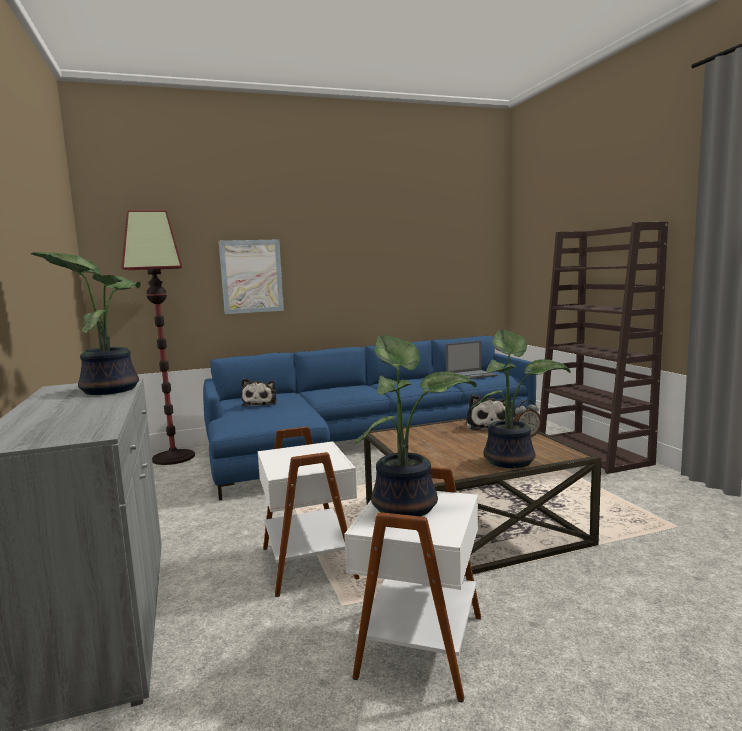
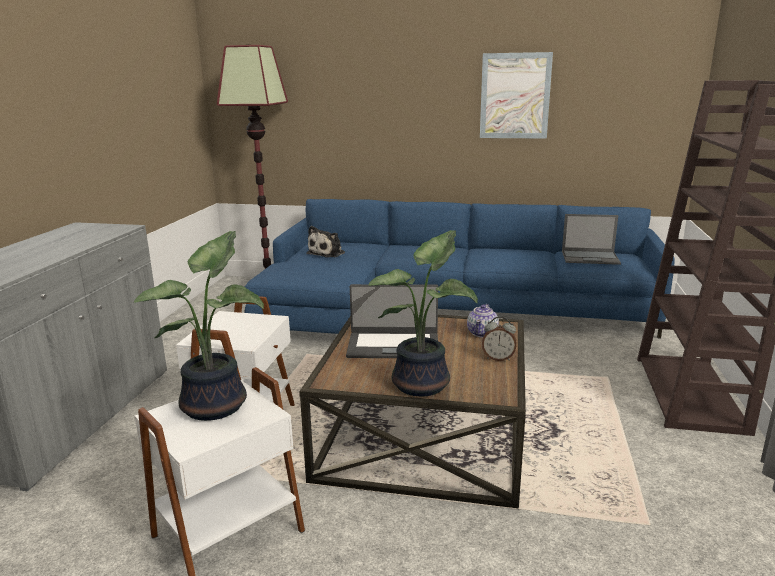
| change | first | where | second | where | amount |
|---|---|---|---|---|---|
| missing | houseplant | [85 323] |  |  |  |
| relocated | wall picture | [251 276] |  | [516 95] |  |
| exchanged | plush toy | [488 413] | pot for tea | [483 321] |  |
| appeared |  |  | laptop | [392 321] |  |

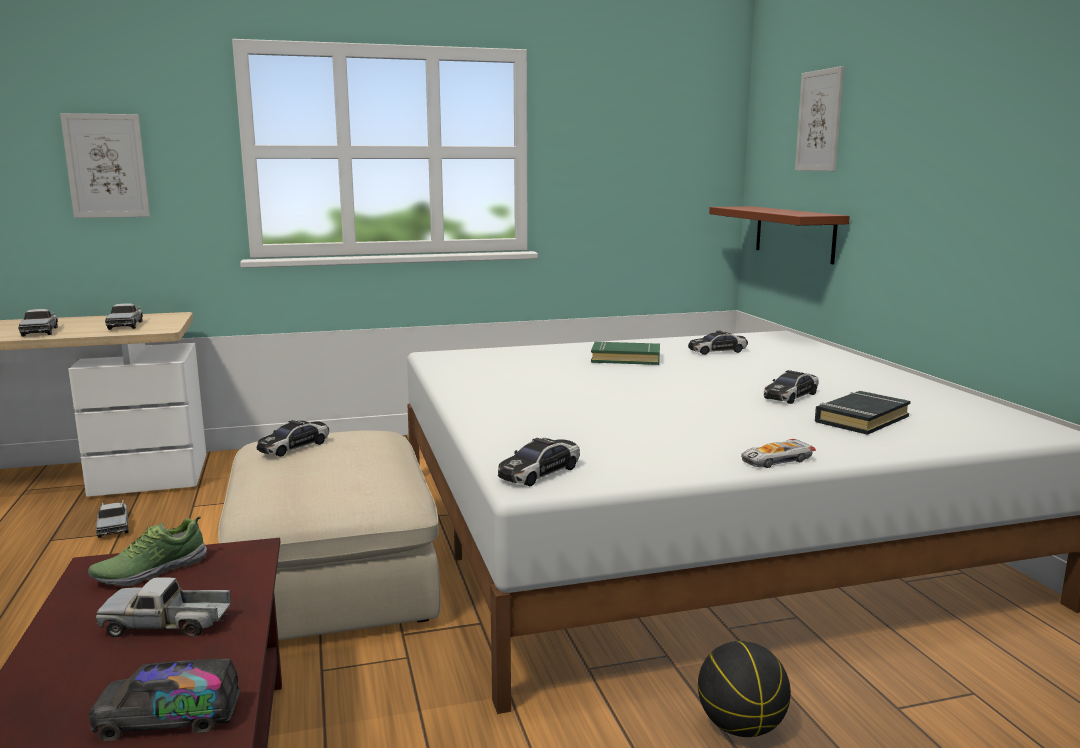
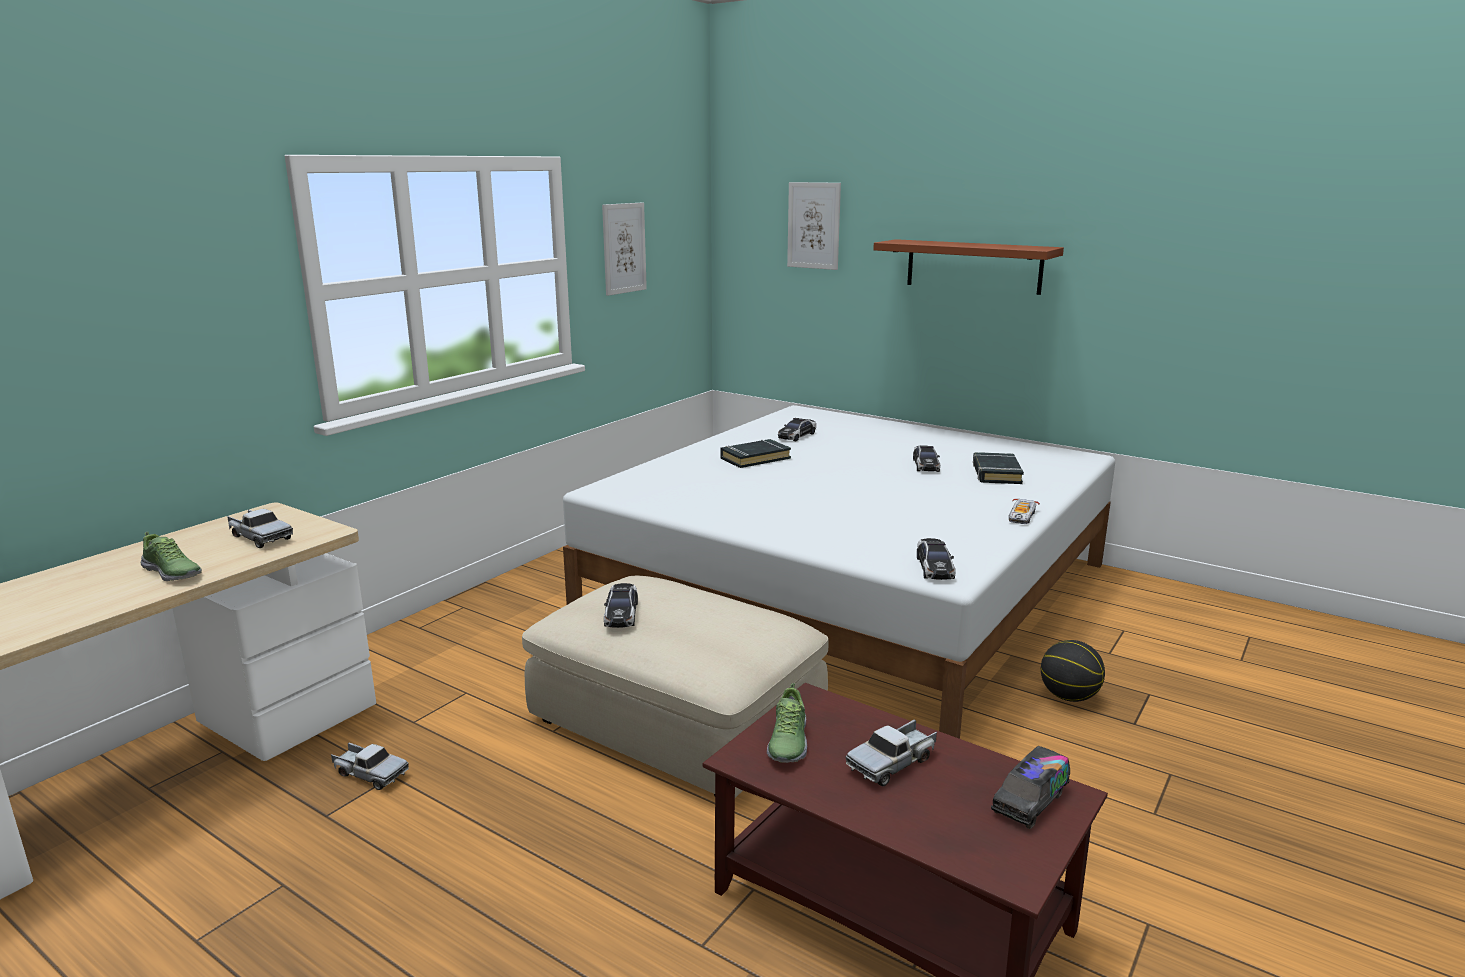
| change | first | where | second | where | amount |
|---|---|---|---|---|---|
| exchanged | model truck | [38 322] | shoe | [171 556] |  |
| relocated | wall picture | [105 165] |  | [624 249] |  |
| colour | green-coloured bound book | [625 353] | blackish bound book | [755 453] |  |
| relocated | brown bracket shelf | [779 235] |  | [968 267] |  |

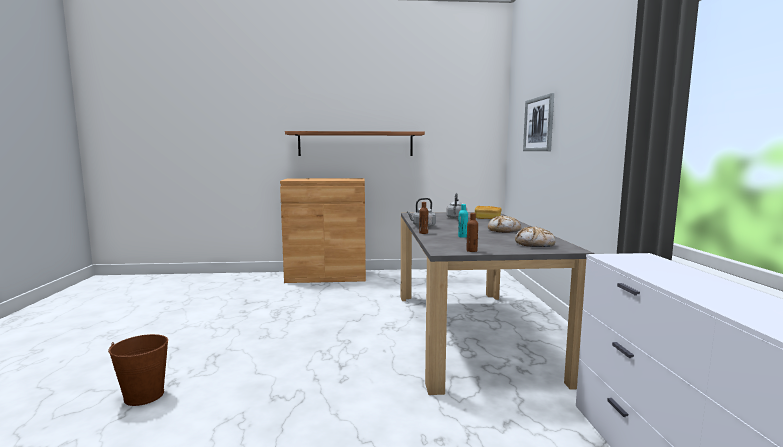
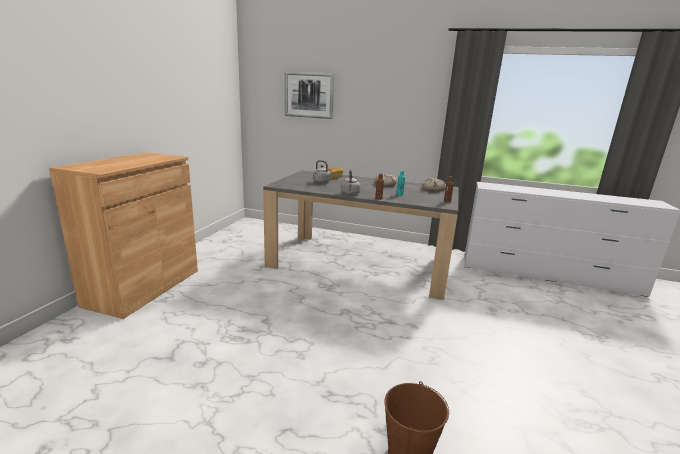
| change | first | where | second | where | amount |
|---|---|---|---|---|---|
| missing | bracket shelf | [355 143] |  |  |  |

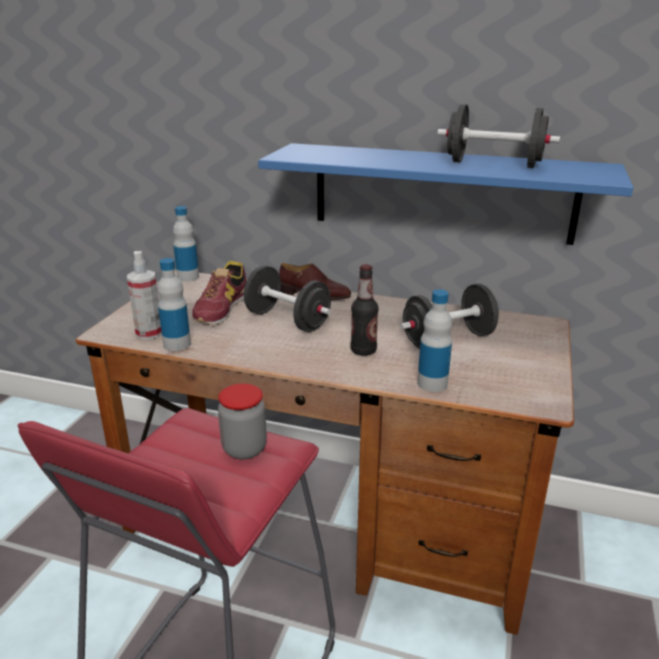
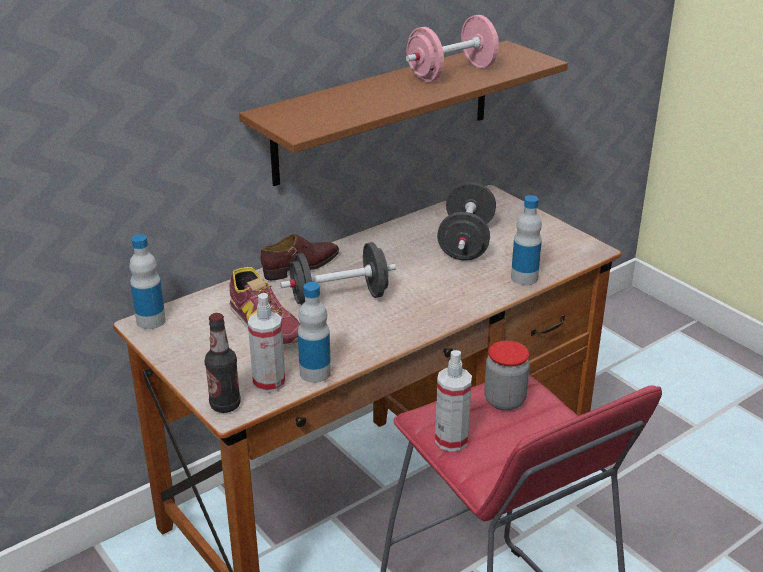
| change | first | where | second | where | amount |
|---|---|---|---|---|---|
| colour | bluish bracket shelf | [445 194] | brown bracket shelf | [403 113] |  |
| relocated | bottle | [365 310] |  | [223 363] |  |
| colour | blackish hand weight | [498 136] | pink hand weight | [452 48] |  |
| appeared |  |  | spray bottle | [453 401] |  |

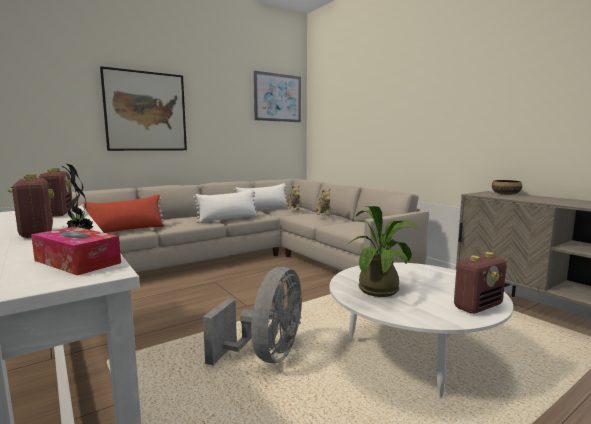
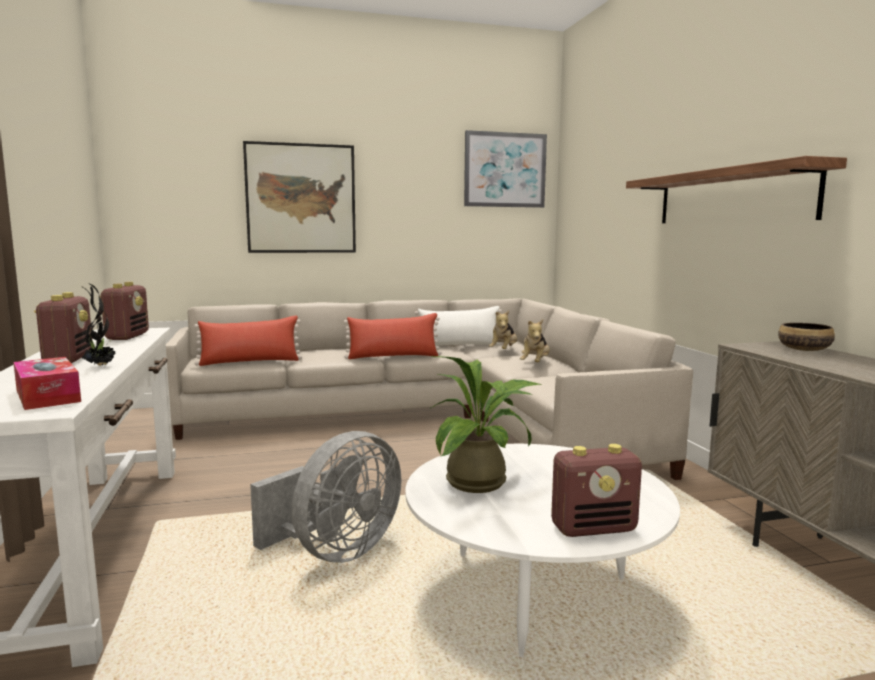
| change | first | where | second | where | amount |
|---|---|---|---|---|---|
| colour | whitish throw pillow | [226 206] | red throw pillow | [392 336] |  |
| appeared |  |  | bracket shelf | [736 189] |  |

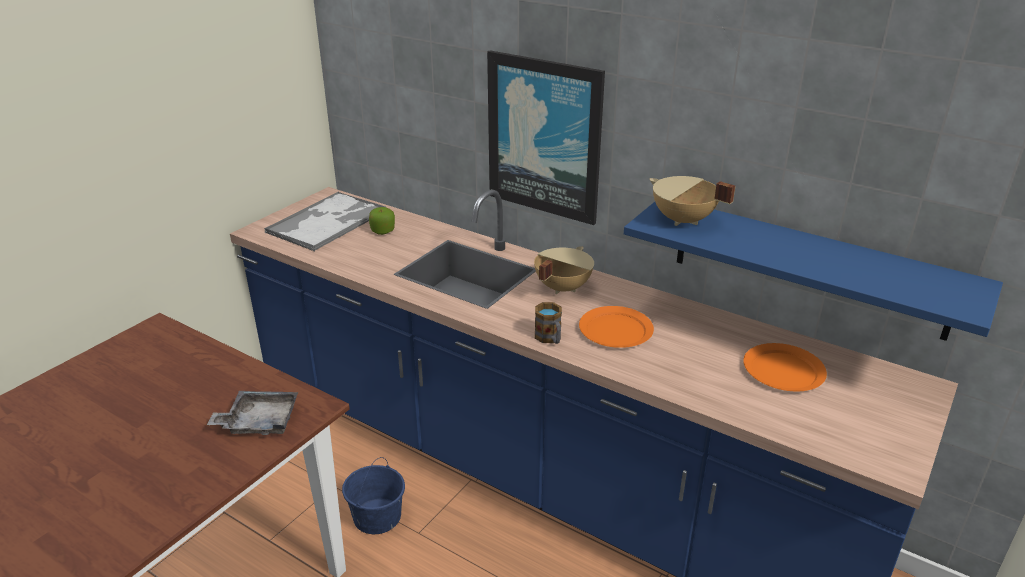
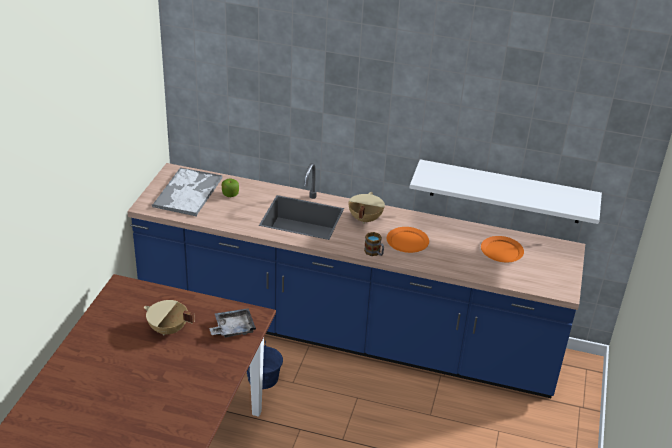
| change | first | where | second | where | amount |
|---|---|---|---|---|---|
| missing | wall picture | [546 137] |  |  |  |
| colour | bluish bracket shelf | [813 271] | whitish bracket shelf | [506 191] |  |
| relocated | beige saucepot | [693 201] |  | [169 317] |  |

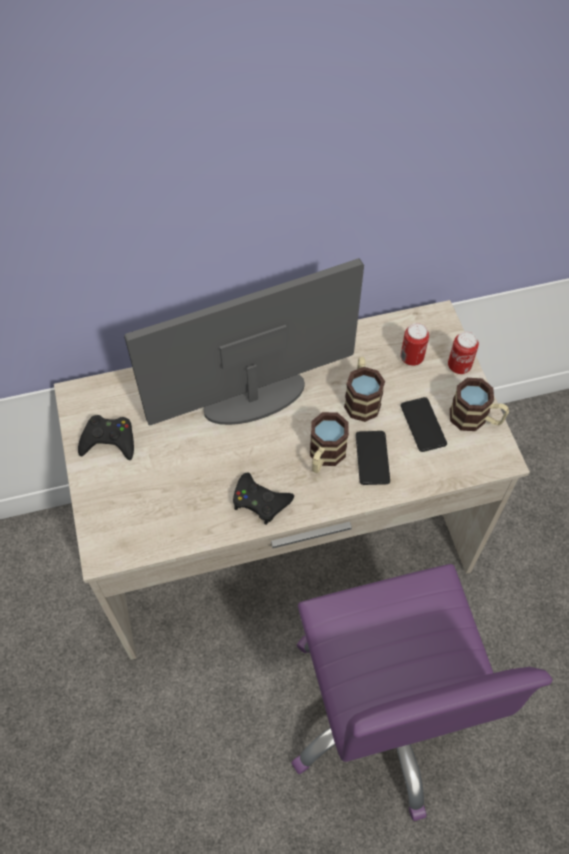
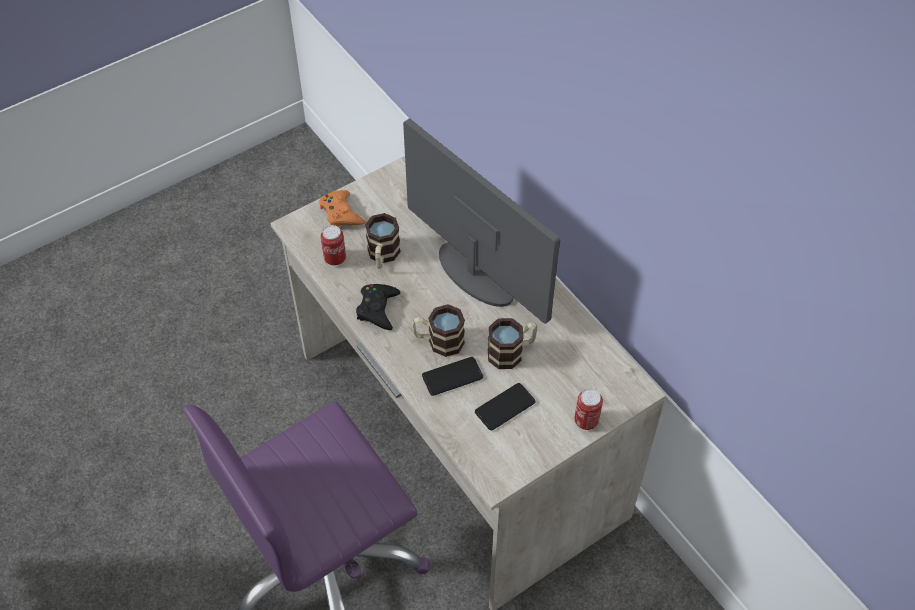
| change | first | where | second | where | amount |
|---|---|---|---|---|---|
| missing | blackish gamepad | [106 437] |  |  |  |
| relocated | sealed can | [414 344] |  | [333 245] |  |
| relocated | coffee mug | [479 404] |  | [383 241] |  |
| appeared |  |  | orange gamepad | [342 208] |  |

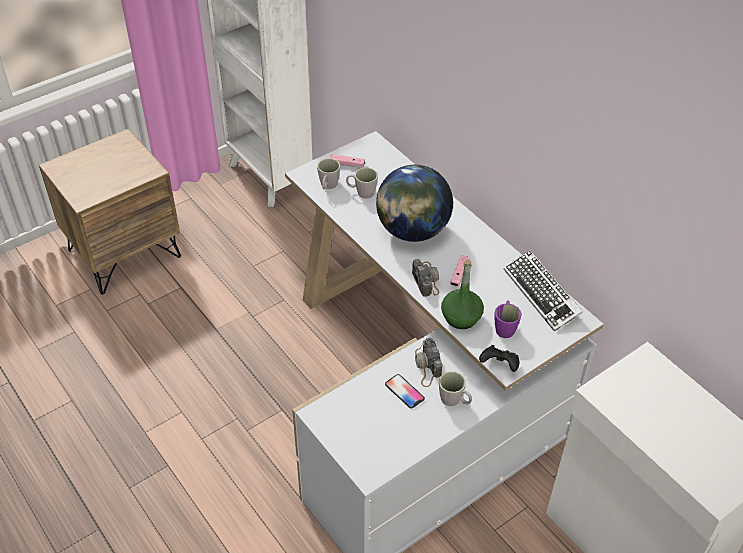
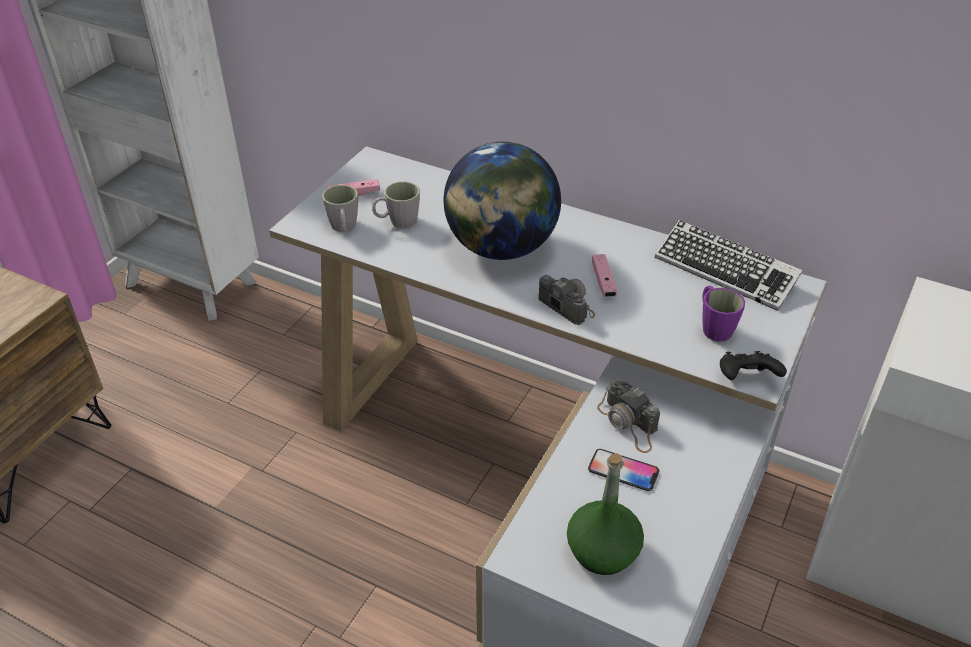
| change | first | where | second | where | amount |
|---|---|---|---|---|---|
| missing | gray coffee mug | [455 388] |  |  |  |
| relocated | green-coloured bottle | [462 294] |  | [605 514] |  |

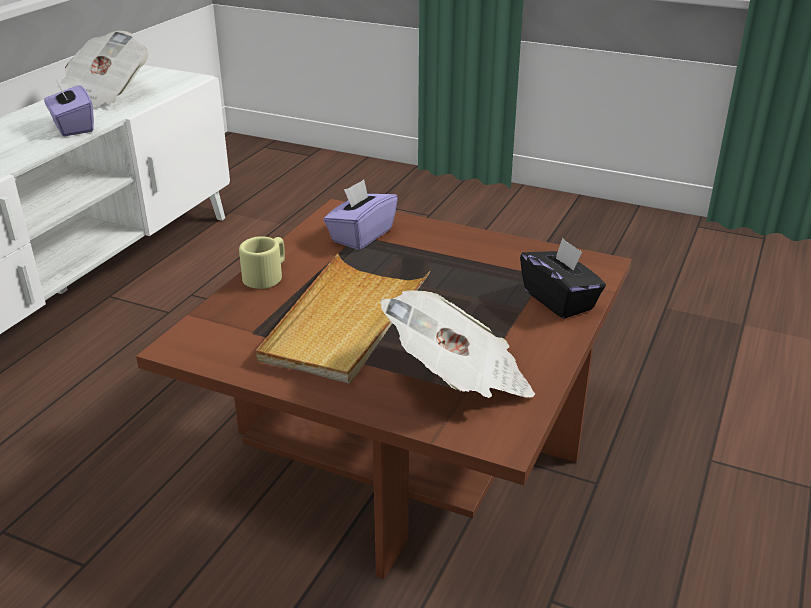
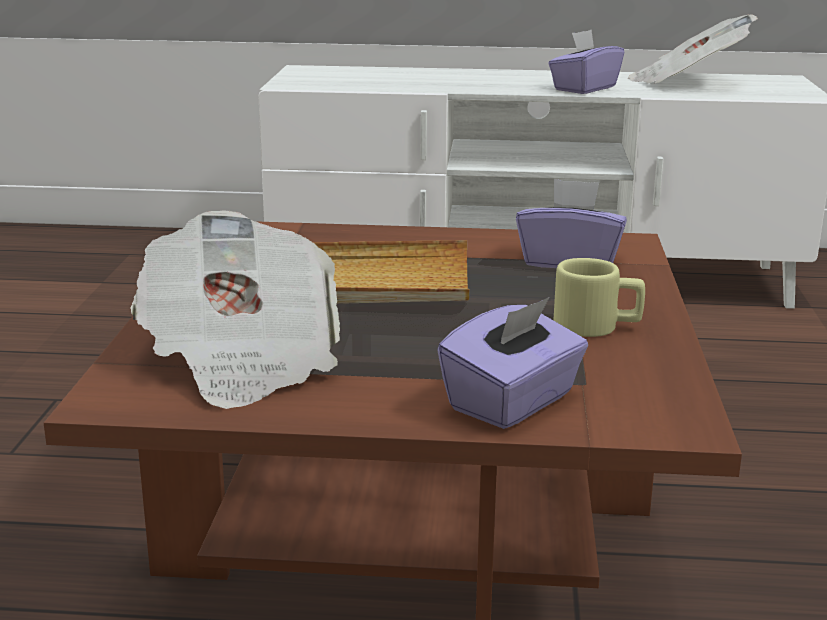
| change | first | where | second | where | amount |
|---|---|---|---|---|---|
| relocated | beige coffee mug | [262 262] |  | [599 297] |  |
| colour | blackish box of tissues | [563 278] | purple-coloured box of tissues | [512 363] |  |

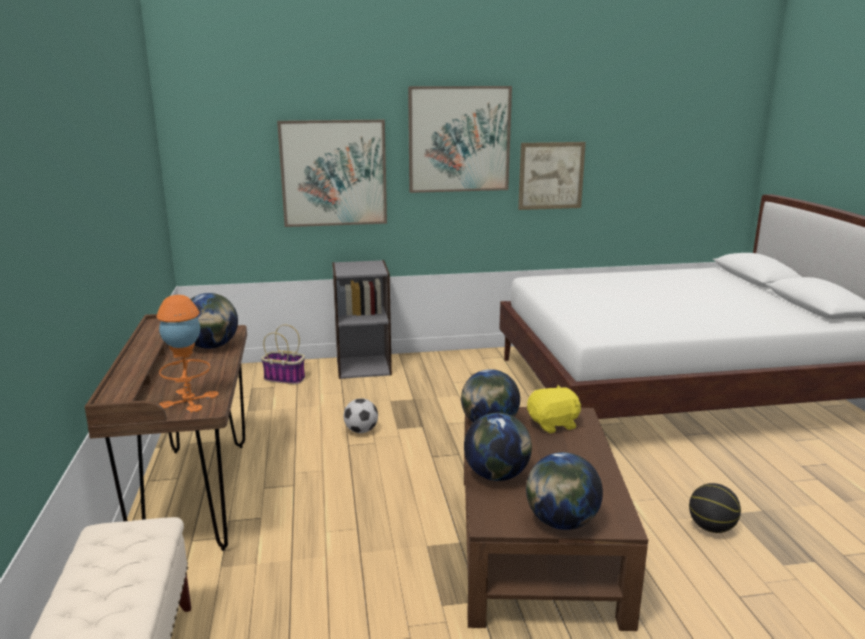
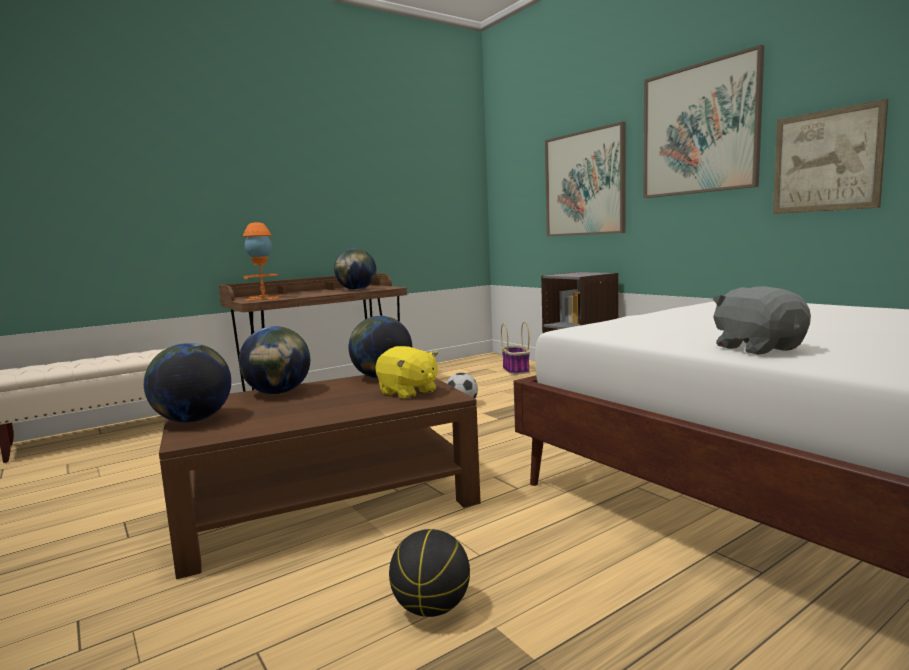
| change | first | where | second | where | amount |
|---|---|---|---|---|---|
| appeared |  |  | gray plush toy | [762 320] |  |

